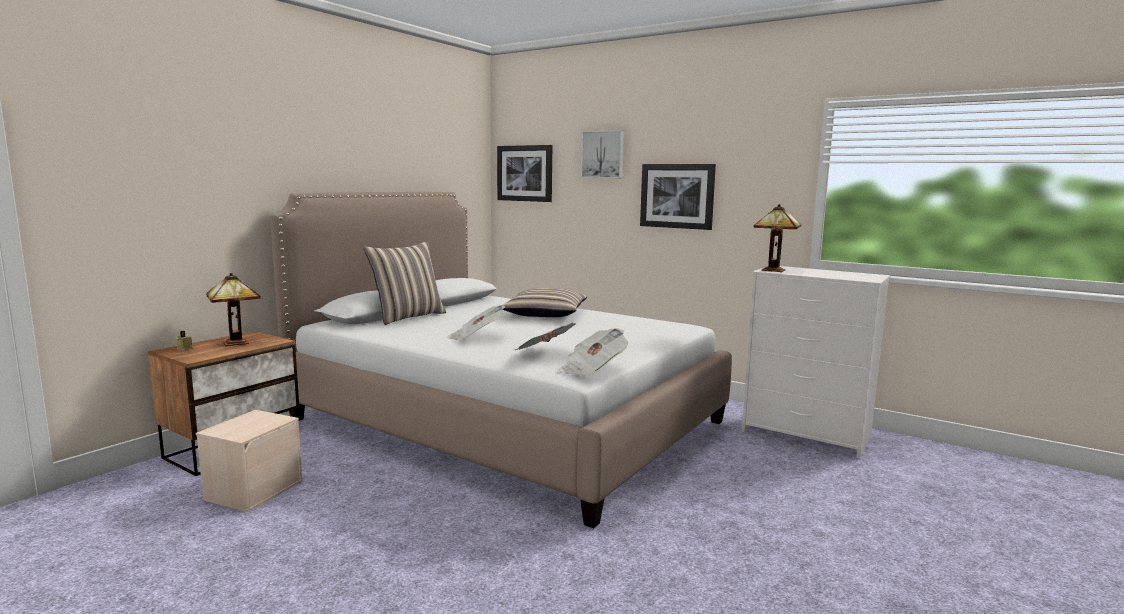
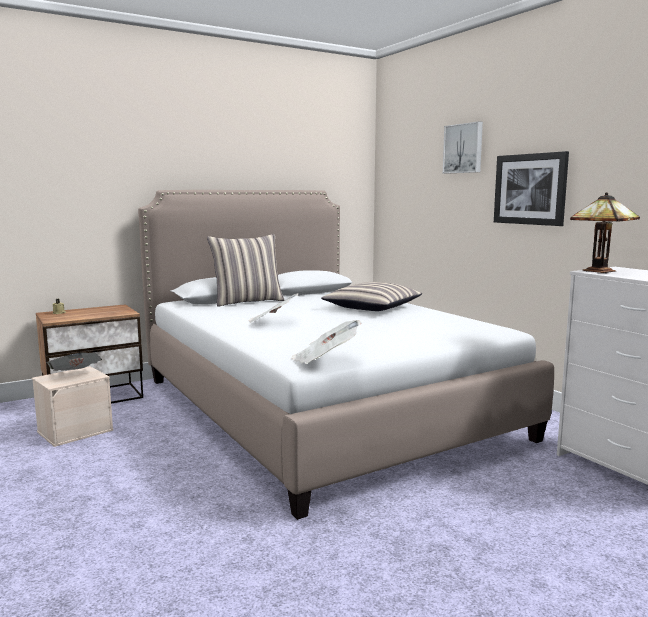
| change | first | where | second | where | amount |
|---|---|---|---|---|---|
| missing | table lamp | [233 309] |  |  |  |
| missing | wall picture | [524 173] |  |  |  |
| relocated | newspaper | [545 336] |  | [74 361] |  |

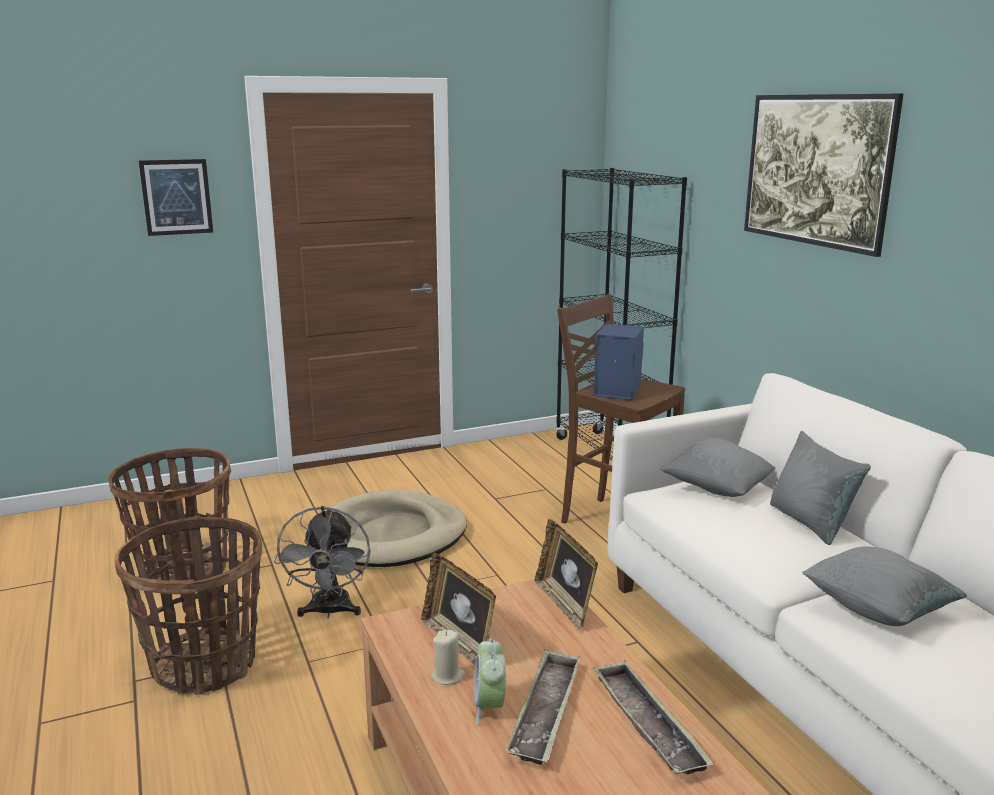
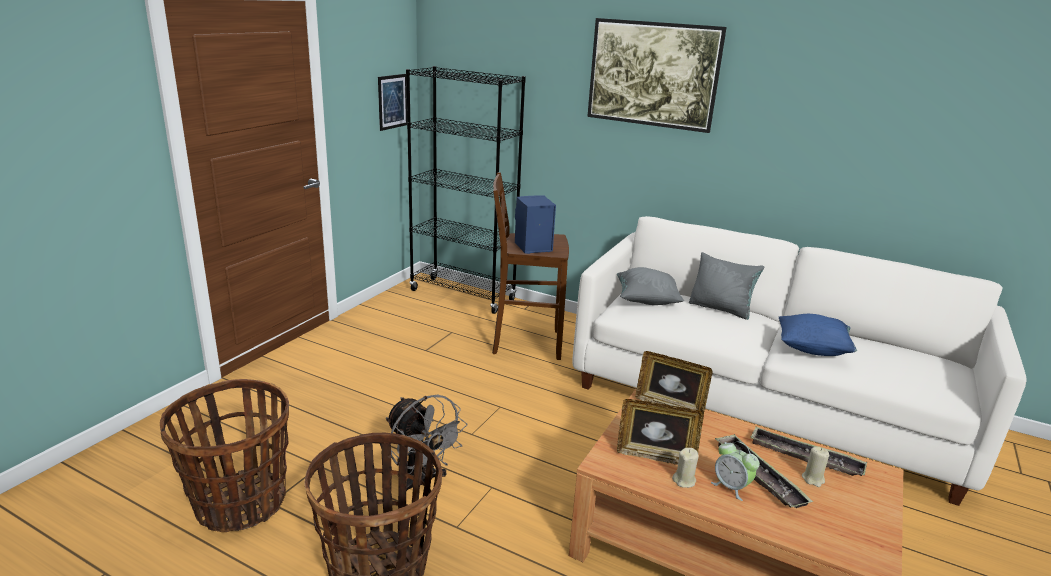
| change | first | where | second | where | amount |
|---|---|---|---|---|---|
| relocated | wall picture | [176 197] |  | [392 102] |  |
| missing | beige dog cushion | [395 528] |  |  |  |
| colour | gray throw pillow | [884 586] | bluish throw pillow | [818 335] |  |
| appeared |  |  | beige wax candle | [815 466] |  |

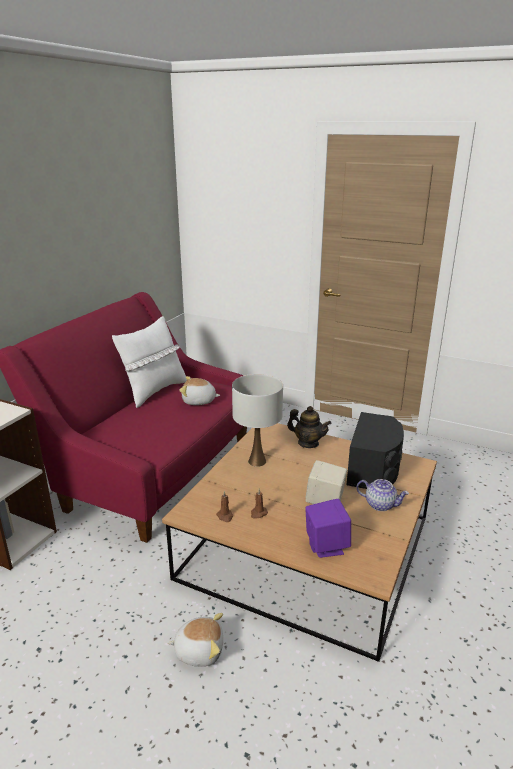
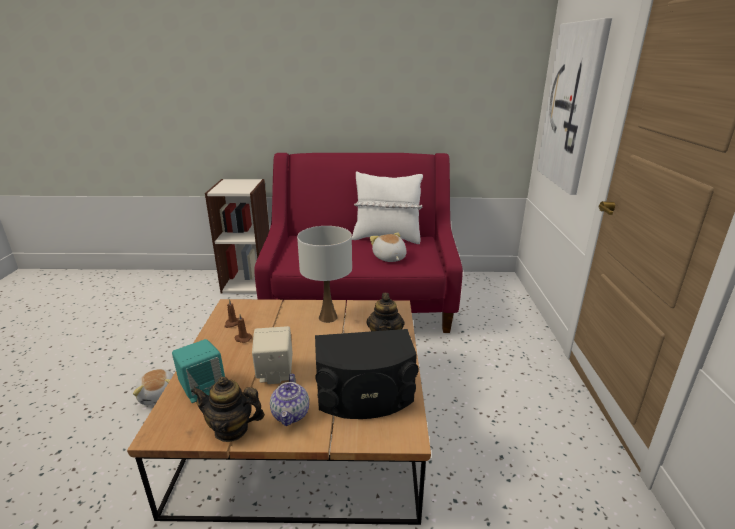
| change | first | where | second | where | amount |
|---|---|---|---|---|---|
| colour | purple-coloured loudspeaker | [328 528] | turquoise-coloured loudspeaker | [198 371] |  |
| appeared |  |  | pot for tea | [228 409] |  |
| appeared |  |  | wall picture | [574 106] |  |

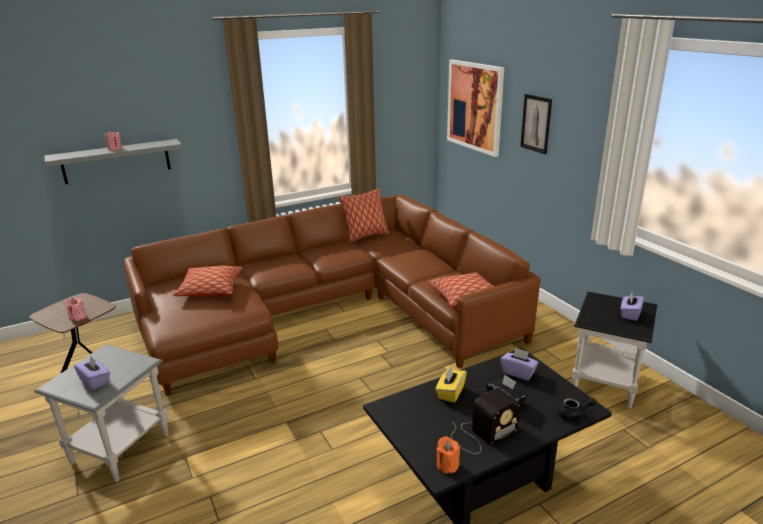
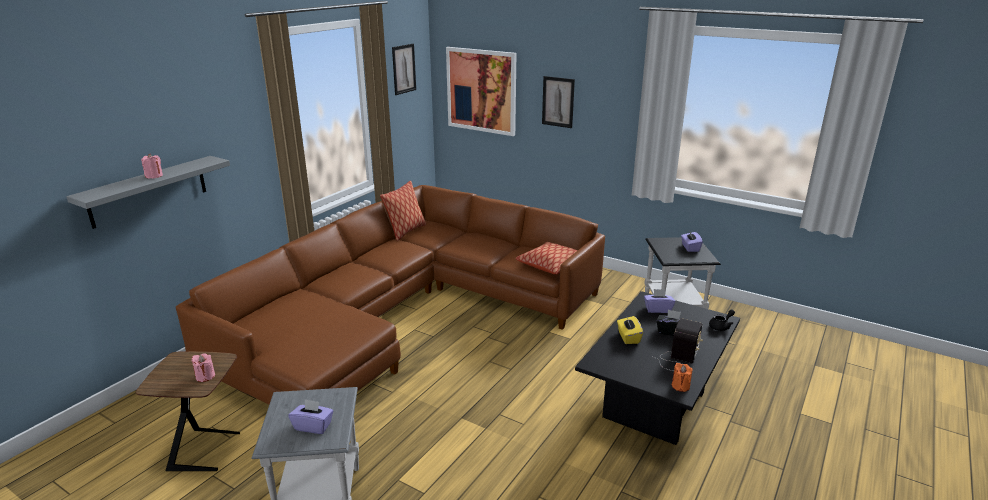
| change | first | where | second | where | amount |
|---|---|---|---|---|---|
| missing | throw pillow | [207 281] |  |  |  |
| appeared |  |  | wall picture | [404 69] |  |

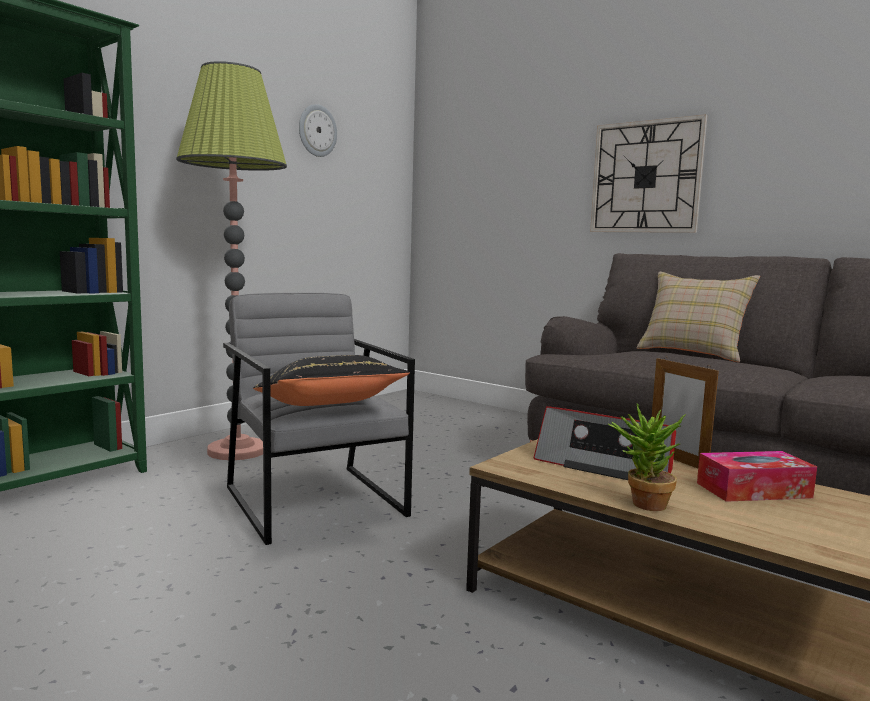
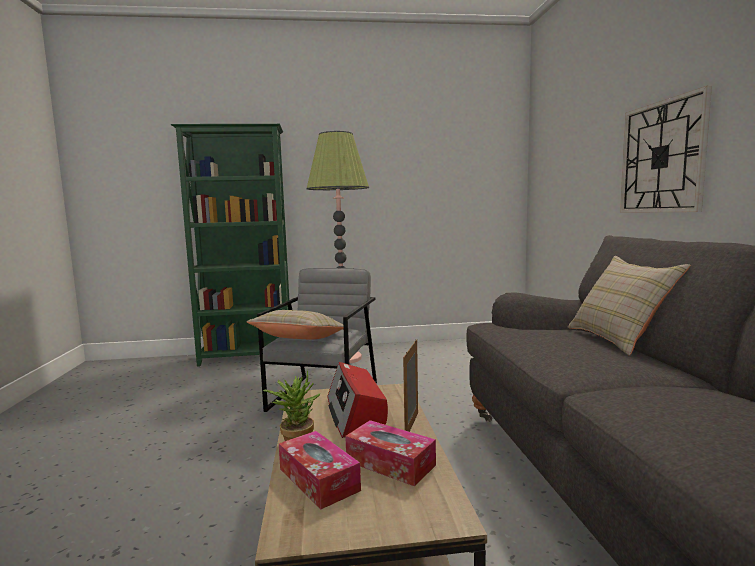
| change | first | where | second | where | amount |
|---|---|---|---|---|---|
| colour | blackish throw pillow | [331 380] | beige throw pillow | [295 324] |  |
| missing | hanging clock | [318 130] |  |  |  |
| appeared |  |  | box of tissues | [320 470] |  |

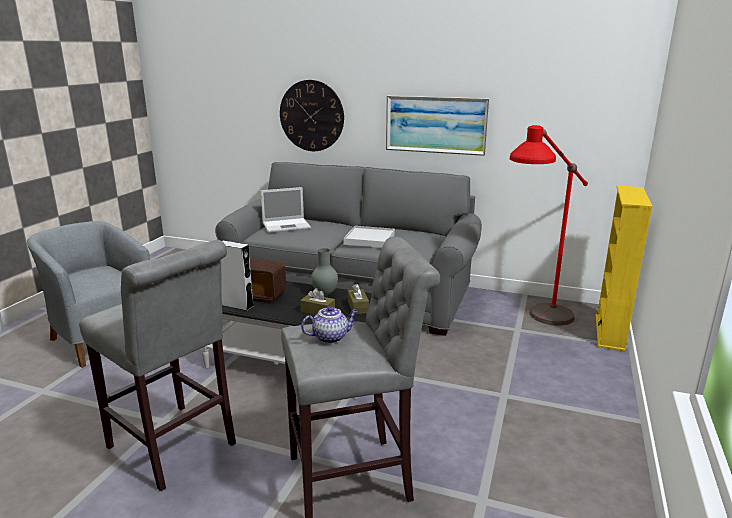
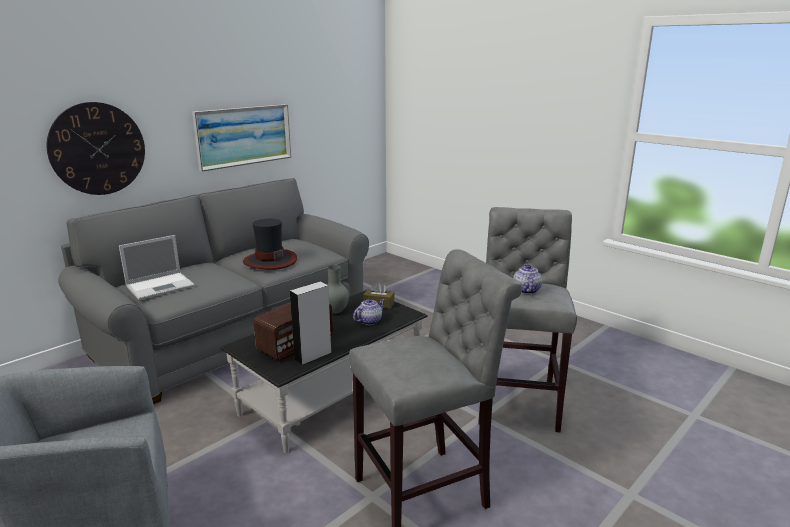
| change | first | where | second | where | amount |
|---|---|---|---|---|---|
| spun | laptop | [286 210] |  | [157 267] | 45 degrees clockwise |
| exchanged | brown box of tissues | [317 301] | pot for tea | [369 312] |  |
| exchanged | whitish carrying tray | [369 237] | wearable hat | [270 244] |  |
| missing | red standing lamp | [549 225] |  |  |  |
| missing | yellow bookcase | [624 268] |  |  |  |

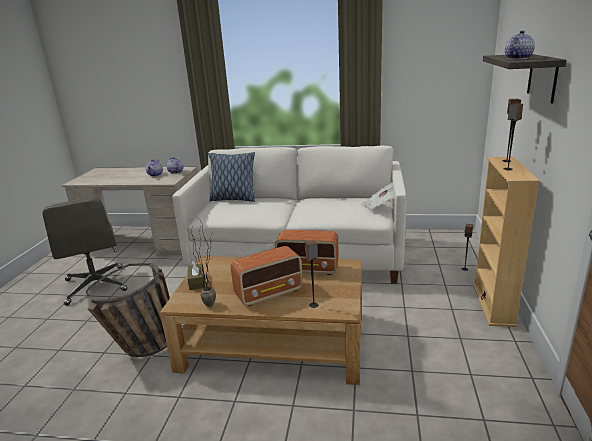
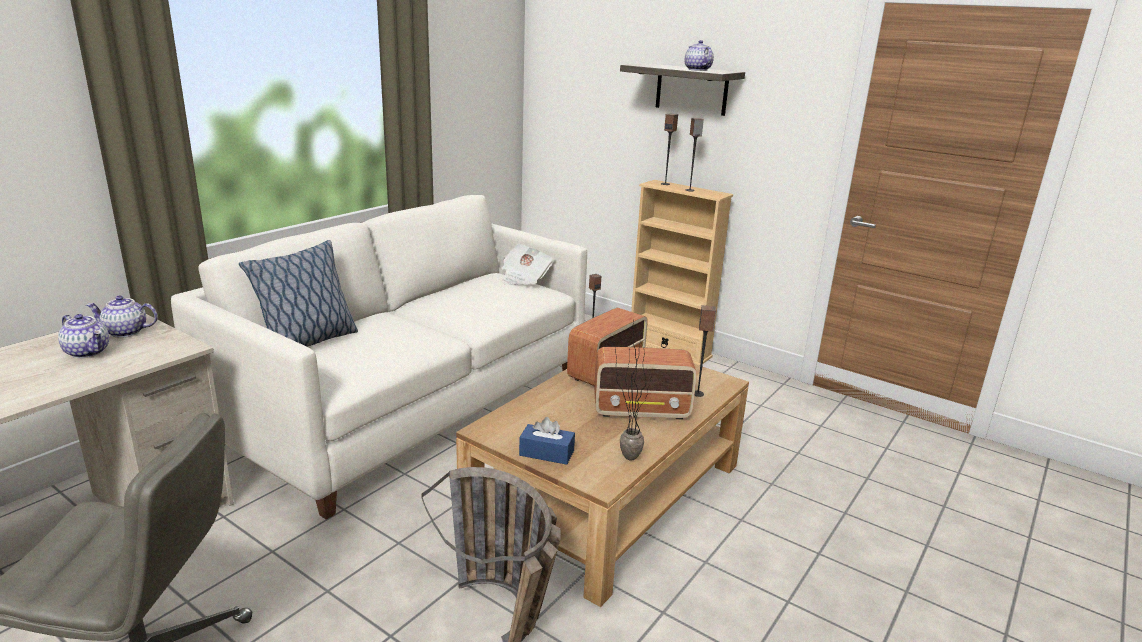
| change | first | where | second | where | amount |
|---|---|---|---|---|---|
| colour | brown box of tissues | [196 275] | bluish box of tissues | [547 441] |  |
| spun | radio set | [267 276] |  | [645 383] | 90 degrees clockwise |

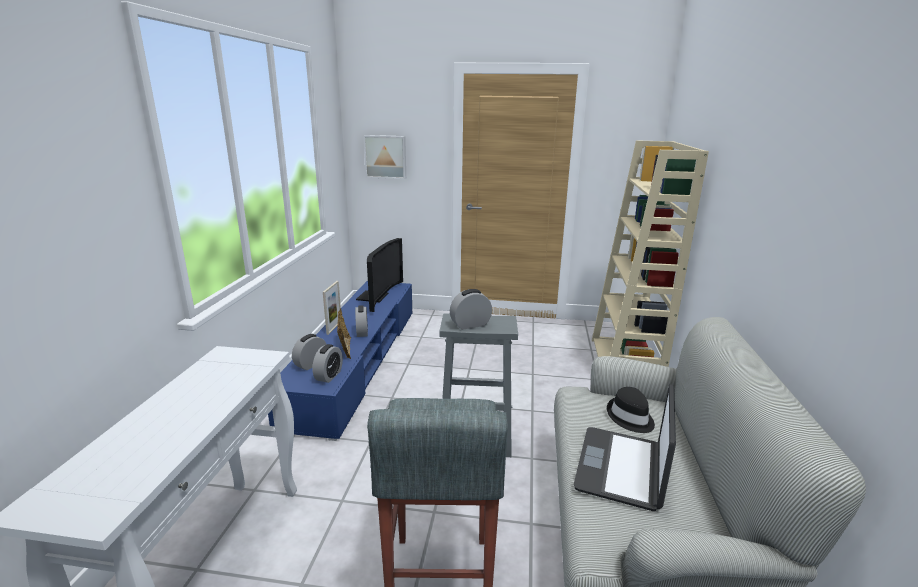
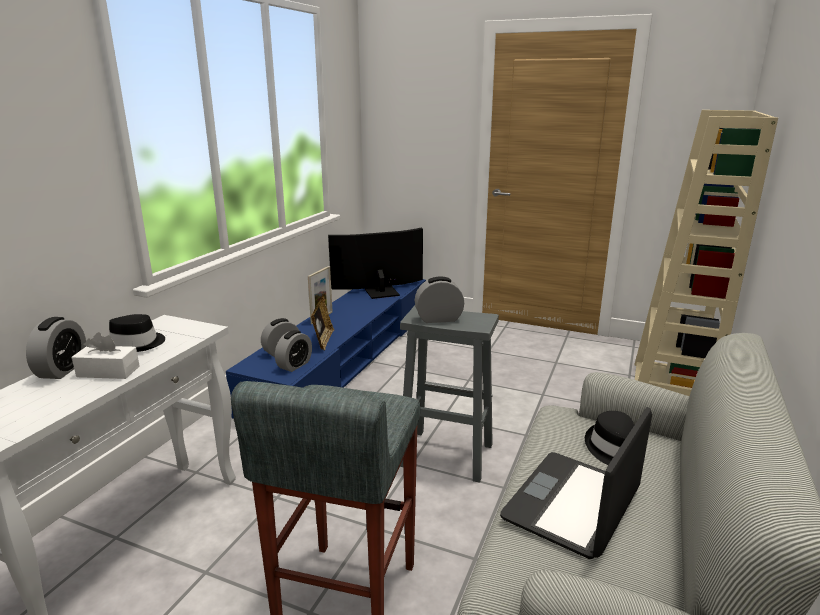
| change | first | where | second | where | amount |
|---|---|---|---|---|---|
| relocated | table clock | [361 321] |  | [56 348] |  |
| spun | TV set | [379 275] |  | [375 263] | 135 degrees counterclockwise |
| missing | wall picture | [384 157] |  |  |  |
| appeared |  |  | whitish box of tissues | [106 355] |  |
| appeared |  |  | blackish wearable hat | [137 333] |  |

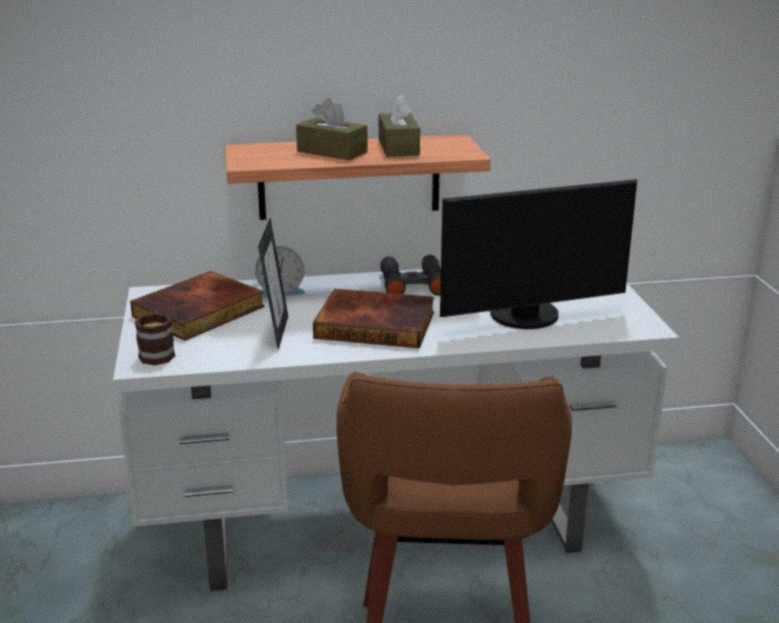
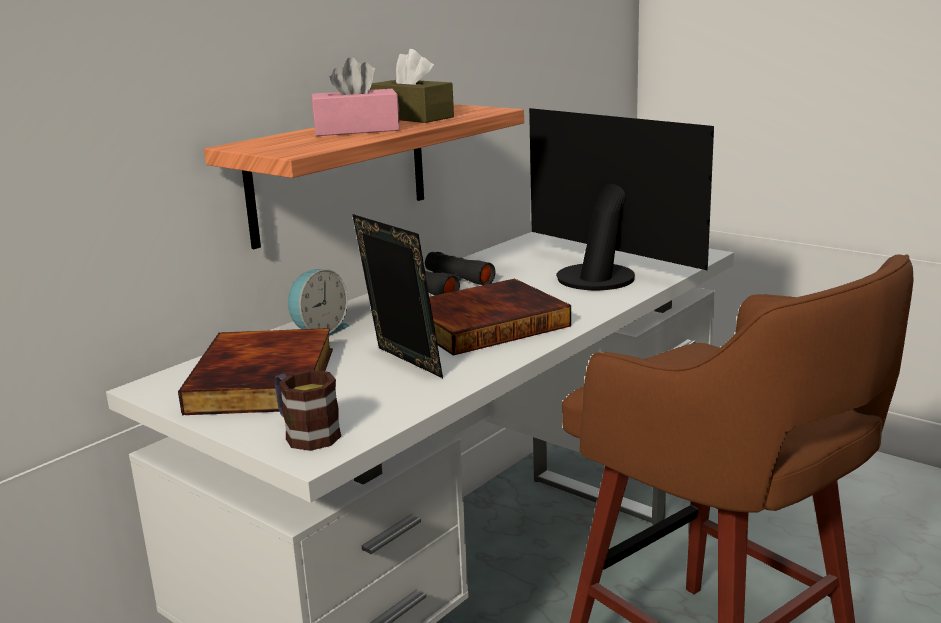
| change | first | where | second | where | amount |
|---|---|---|---|---|---|
| colour | brown box of tissues | [332 129] | pink box of tissues | [355 96] |  |
| spun | monitor | [538 254] |  | [621 199] | 75 degrees counterclockwise |

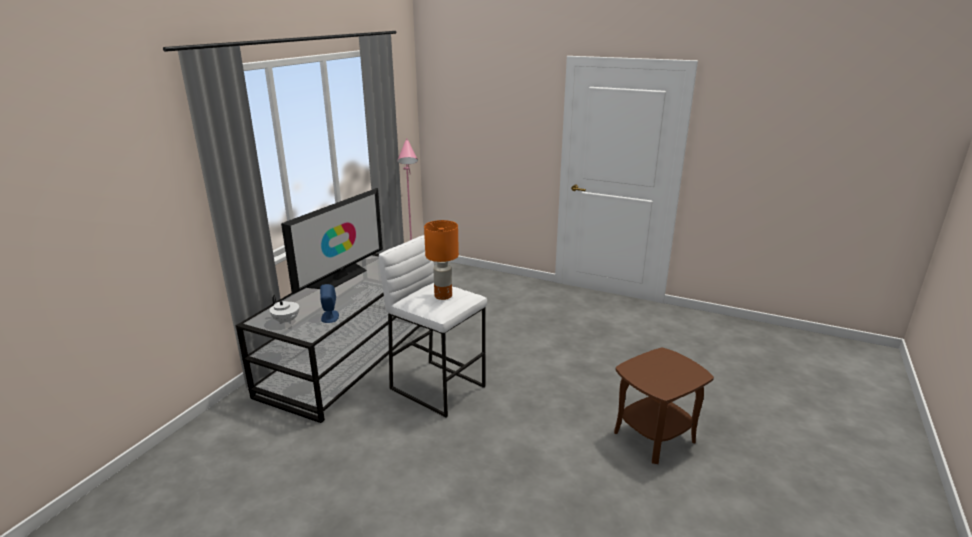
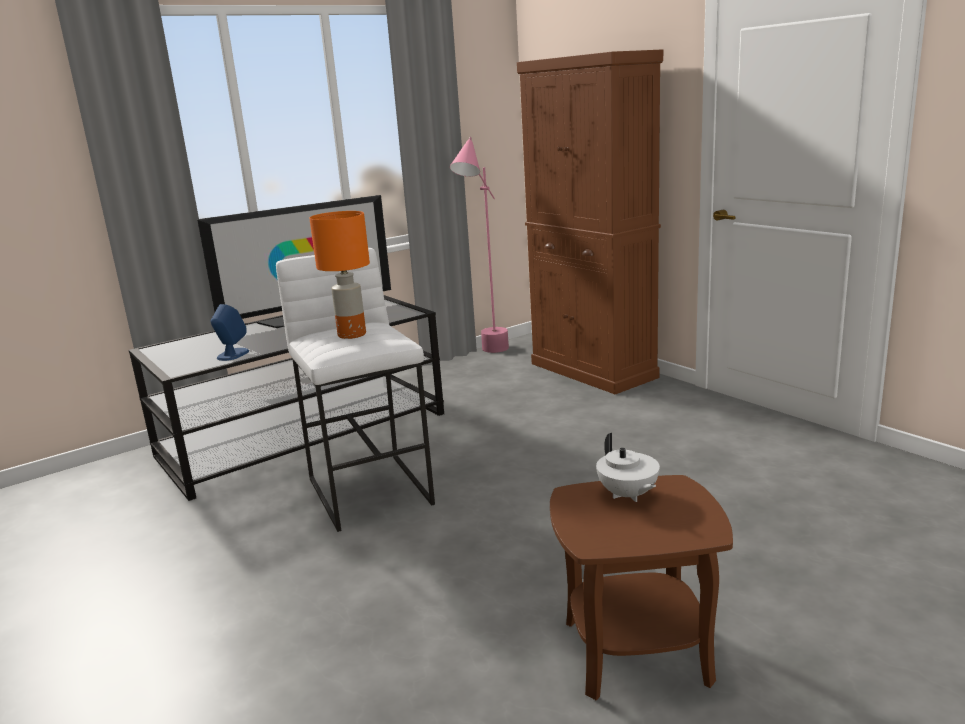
| change | first | where | second | where | amount |
|---|---|---|---|---|---|
| relocated | whitish pot for tea | [284 309] |  | [628 467] |  |
| appeared |  |  | brown storage cabinet | [590 221] |  |

